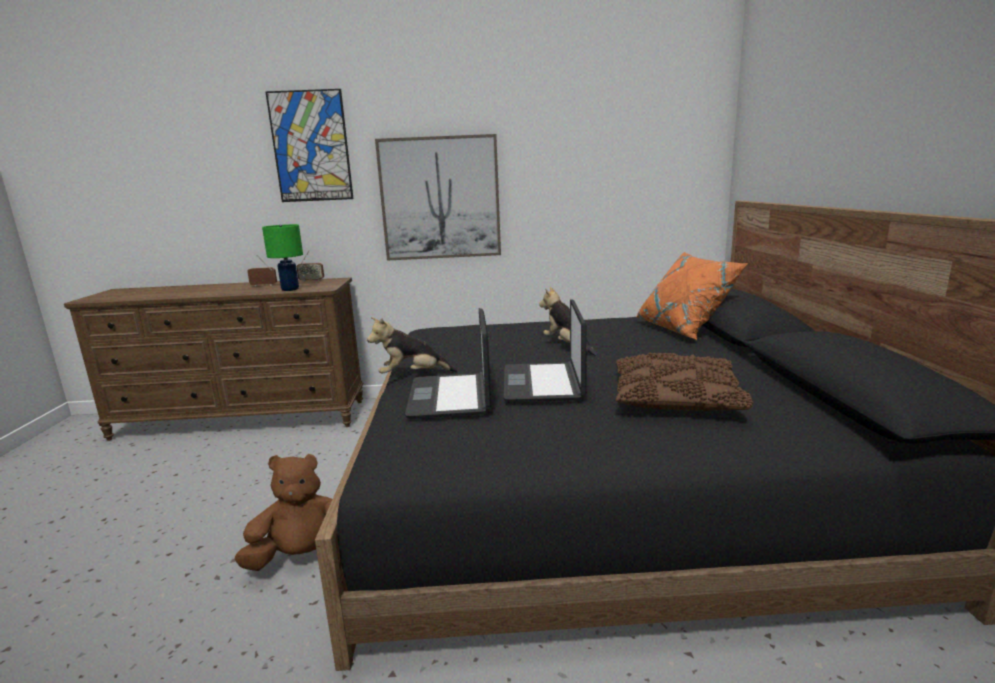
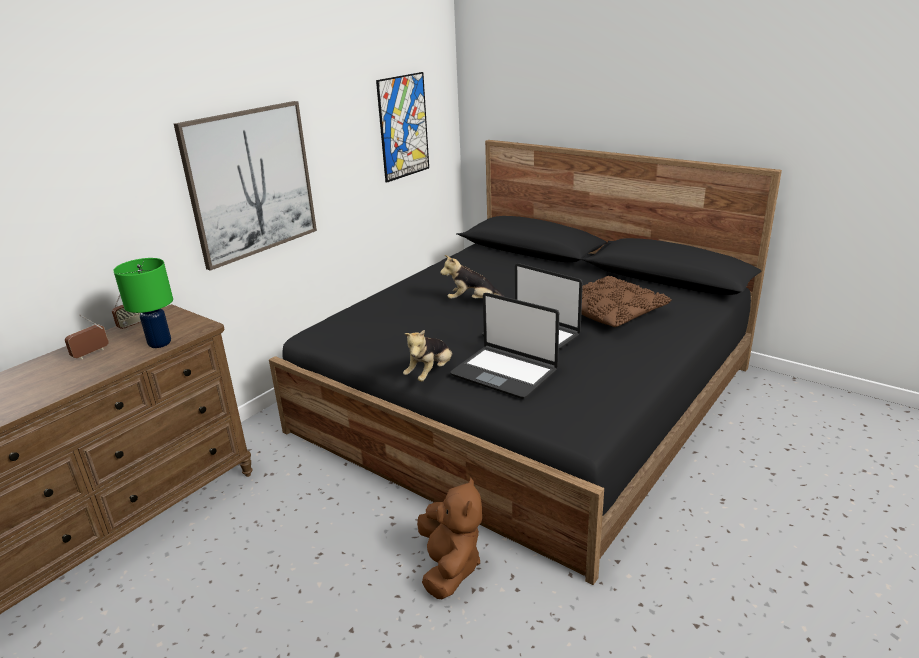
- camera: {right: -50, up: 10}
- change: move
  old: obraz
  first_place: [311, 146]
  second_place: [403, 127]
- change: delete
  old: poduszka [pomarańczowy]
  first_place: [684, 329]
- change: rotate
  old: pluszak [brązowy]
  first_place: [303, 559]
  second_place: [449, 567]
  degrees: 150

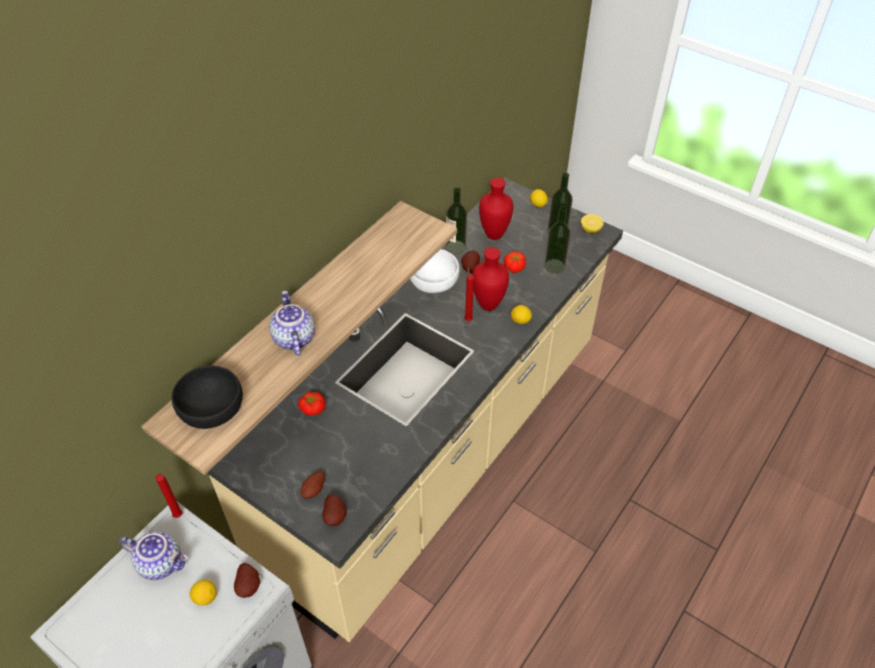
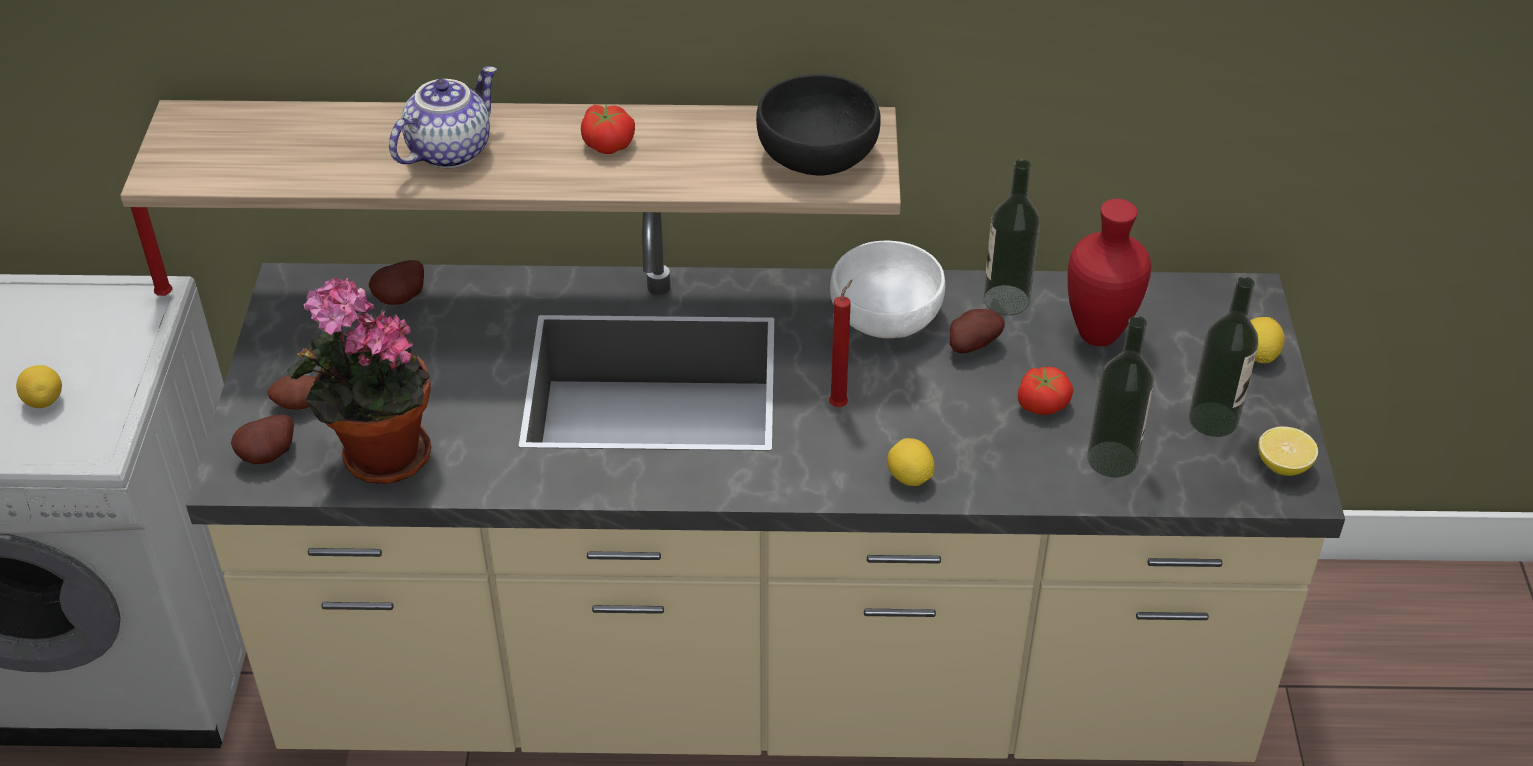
- camera: {right: 55, up: -5}
- change: delete
  old: wazon [czerwony]
  first_place: [489, 304]
- change: move
  old: miska [czarny]
  first_place: [211, 410]
  second_place: [815, 154]
- change: move
  old: pomidor
  first_place: [312, 408]
  second_place: [608, 143]
- change: delete
  old: imbryk
  first_place: [162, 562]
- change: move
  old: ziemniak
  first_place: [249, 586]
  second_place: [403, 299]
- change: insert
  new: roślina doniczkowa
  second_place: [378, 457]

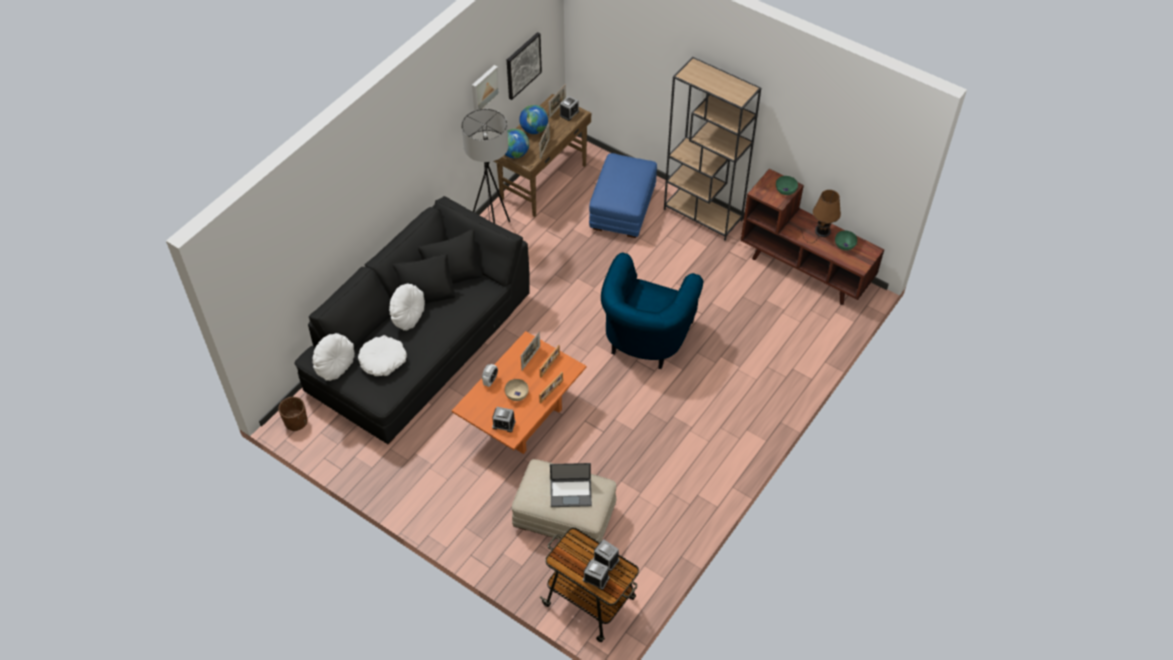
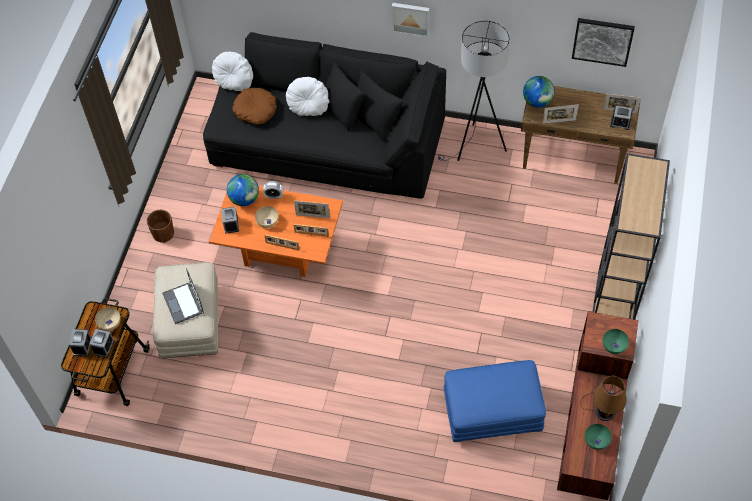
- camera: {right: 70, up: 5}
- change: move
  old: obraz
  first_place: [484, 88]
  second_place: [411, 18]
- change: move
  old: globus
  first_place: [534, 130]
  second_place: [244, 199]
- change: move
  old: pufa [niebieski]
  first_place: [622, 209]
  second_place: [492, 413]
- change: delete
  old: fotel [niebieski]
  first_place: [646, 338]
- change: recolor
  old: poduszka [biały]
  new: poduszka [brązowy]
  first_place: [382, 360]
  second_place: [256, 110]
- change: move
  old: donica [brązowy]
  first_place: [296, 422]
  second_place: [163, 234]
- change: insert
  new: miska [beżowy]
  second_place: [109, 323]

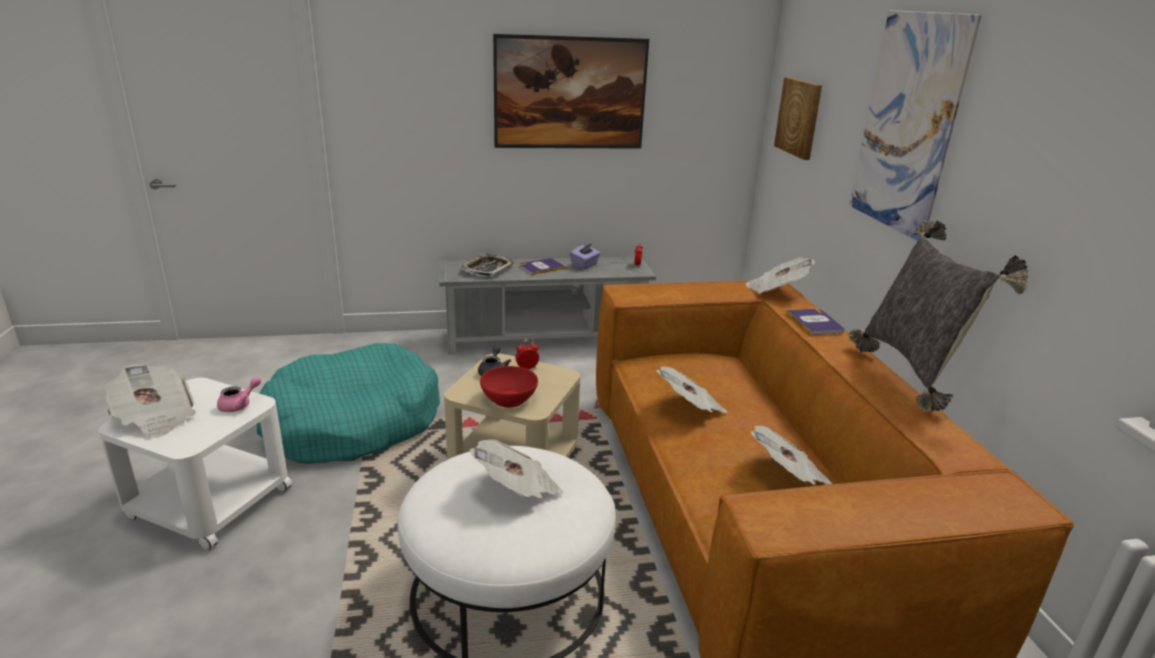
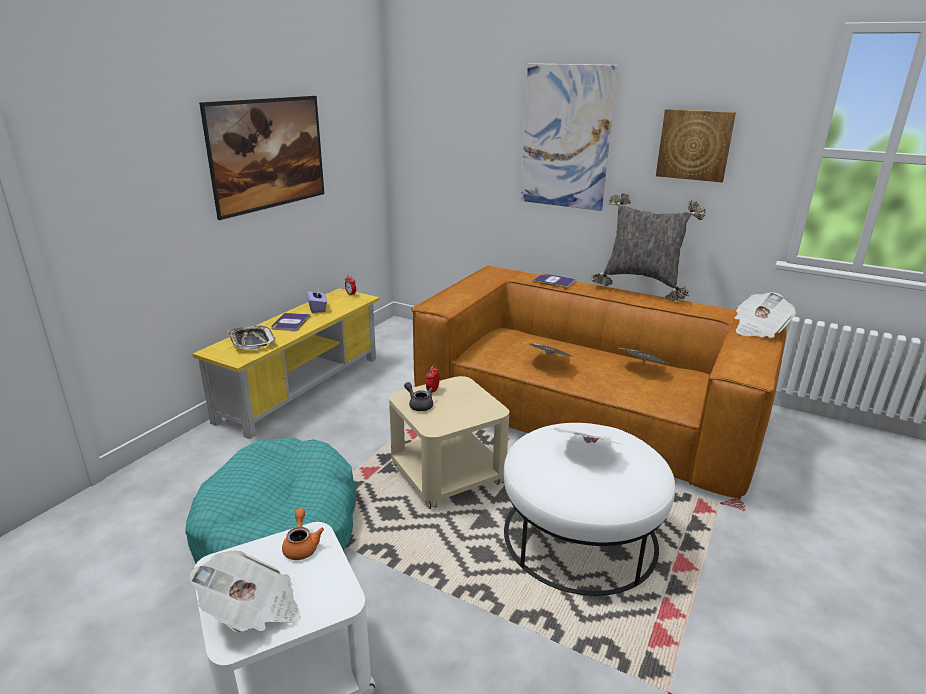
- camera: {right: -50, up: 0}
- change: move
  old: obraz
  first_place: [799, 117]
  second_place: [694, 145]
- change: recolor
  old: szafka pod telewizor [szary]
  new: szafka pod telewizor [żółty]
  first_place: [545, 339]
  second_place: [303, 388]
- change: move
  old: gazeta
  first_place: [776, 290]
  second_place: [758, 329]
- change: delete
  old: miska [czerwony]
  first_place: [508, 399]
- change: recolor
  old: imbryk [różowy]
  new: imbryk [pomarańczowy]
  first_place: [239, 405]
  second_place: [301, 545]

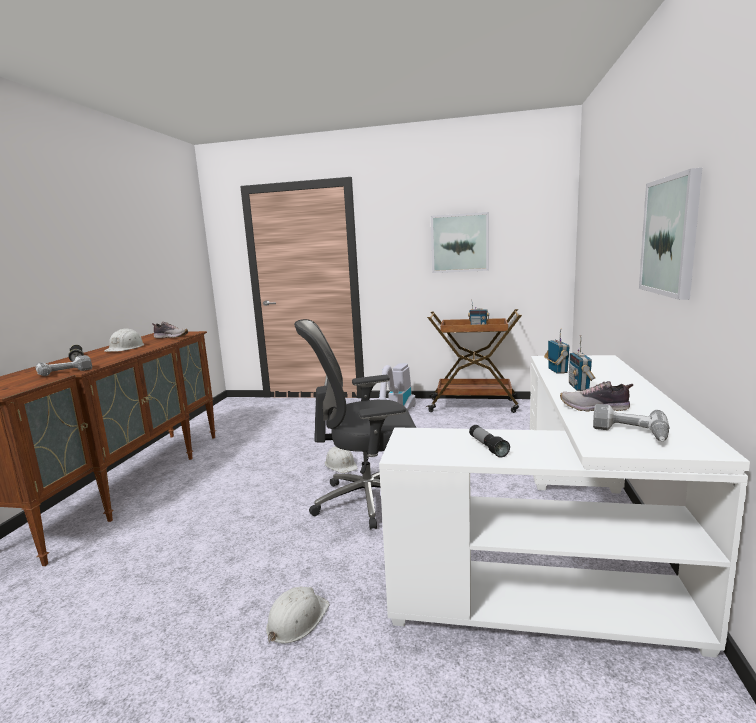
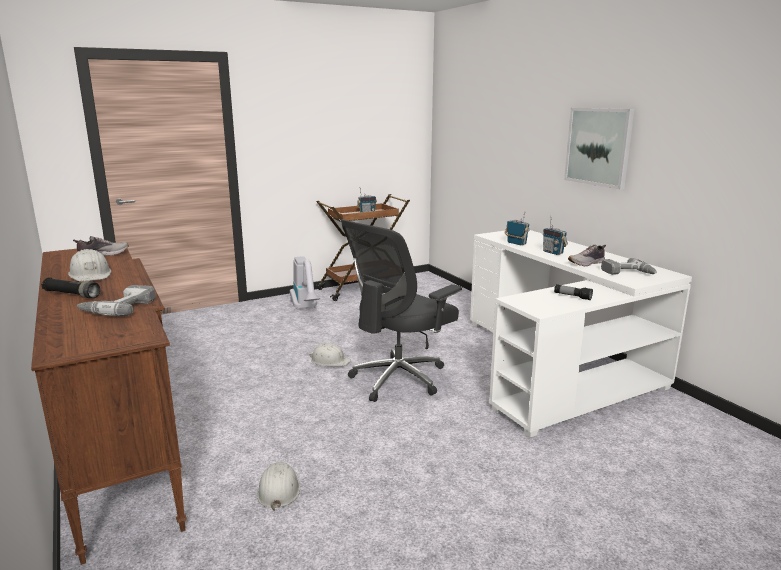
- camera: {right: -40, up: 5}
- change: delete
  old: obraz
  first_place: [459, 243]
- change: move
  old: kask [biały]
  first_place: [297, 619]
  second_place: [278, 490]

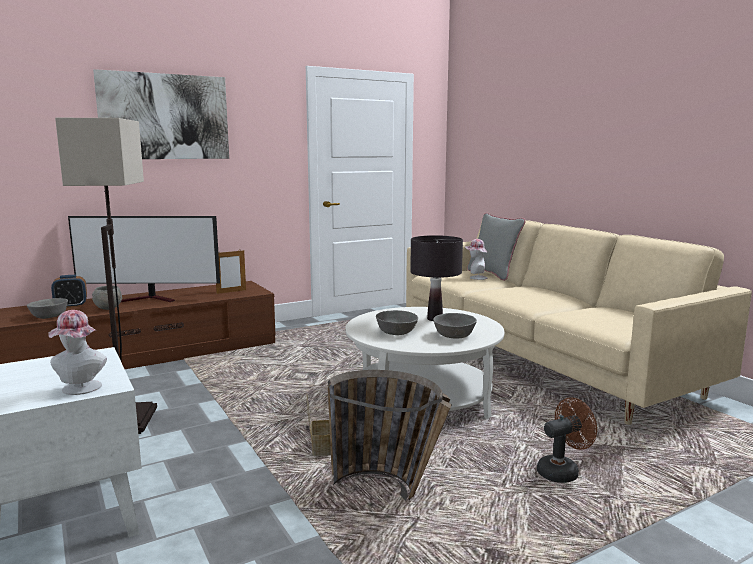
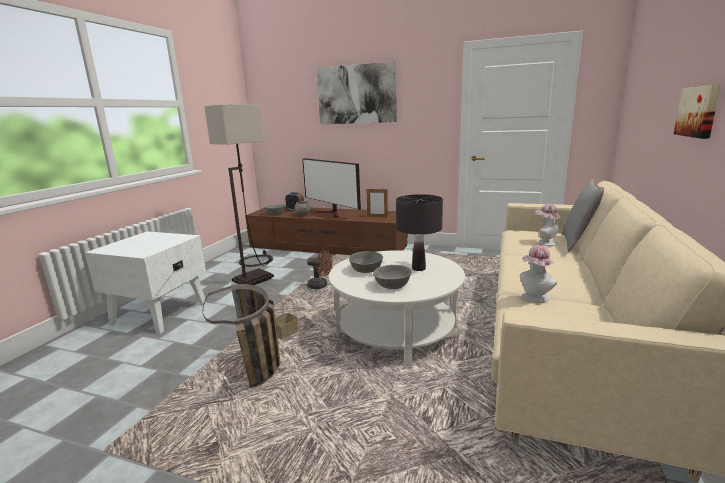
- camera: {right: 50, up: 5}
- change: move
  old: kapelusz
  first_place: [80, 389]
  second_place: [534, 298]
- change: move
  old: wentylator [brązowy]
  first_place: [562, 471]
  second_place: [320, 286]
- change: insert
  new: obraz
  second_place: [699, 111]

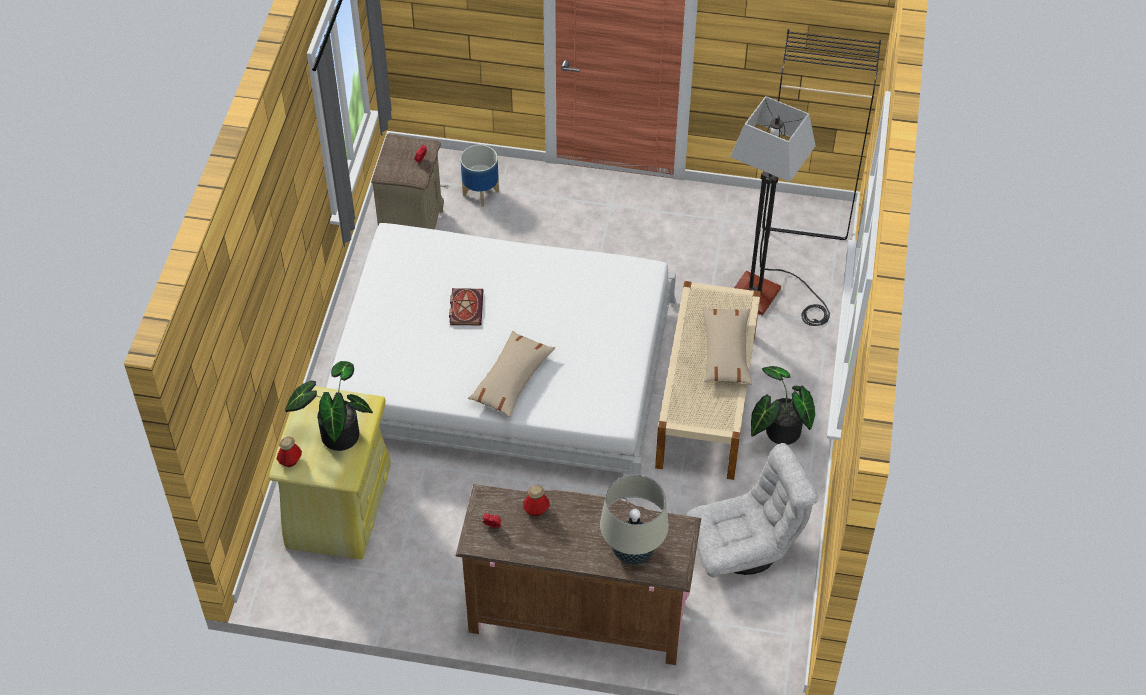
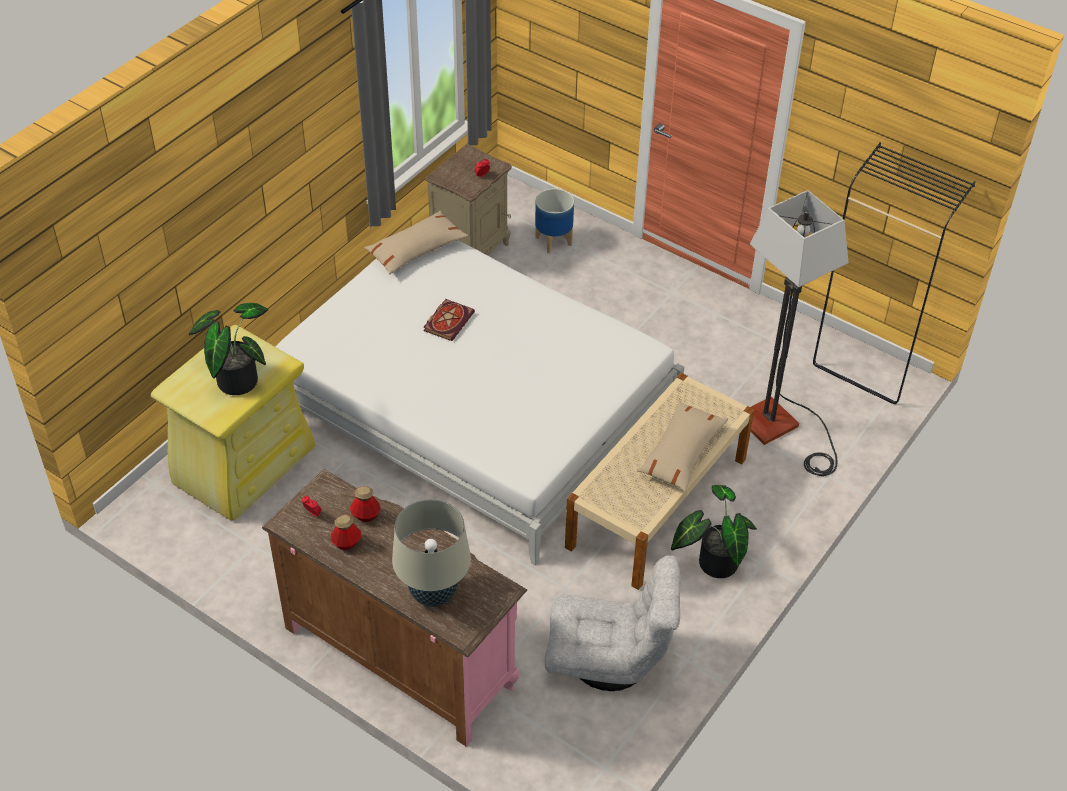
- camera: {right: 25, up: -5}
- change: move
  old: poduszka [beżowy]
  first_place: [511, 380]
  second_place: [416, 250]
- change: move
  old: butelka
  first_place: [290, 460]
  second_place: [346, 543]

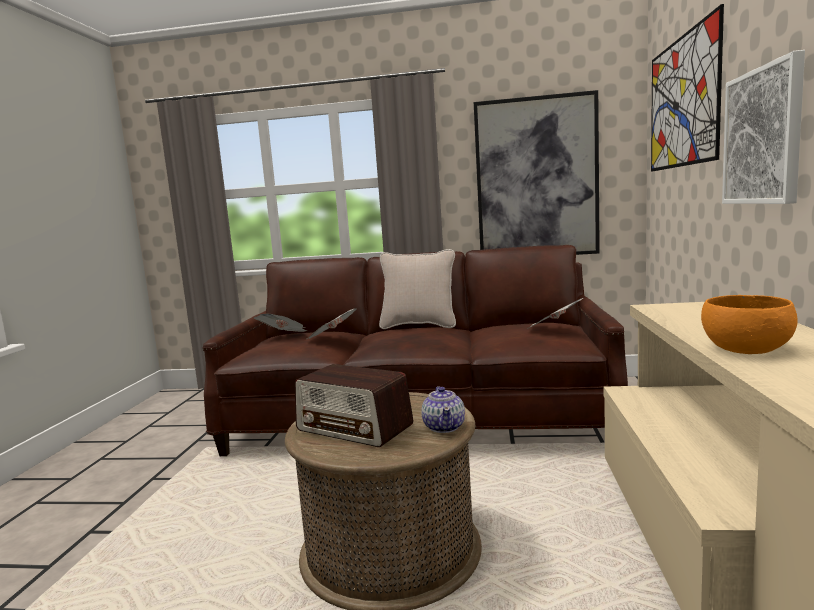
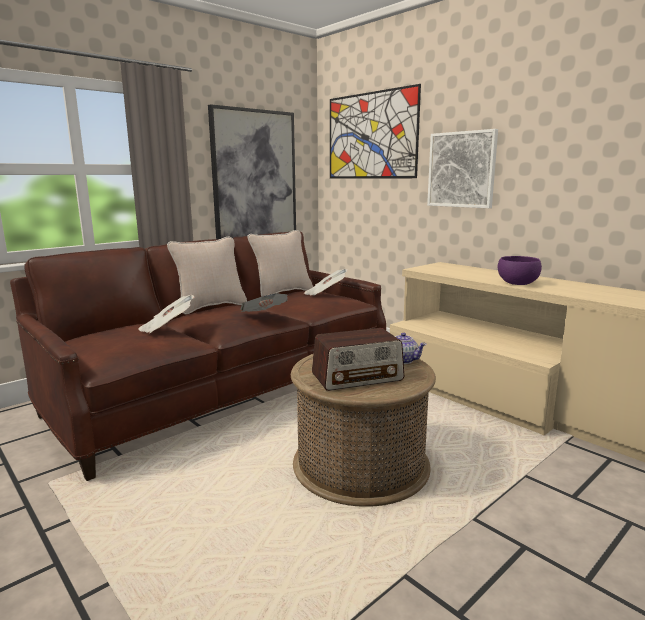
- camera: {right: -50, up: 5}
- change: recolor
  old: miska [pomarańczowy]
  new: miska [fioletowy]
  first_place: [746, 349]
  second_place: [517, 283]
- change: move
  old: gazeta
  first_place: [284, 337]
  second_place: [264, 316]
- change: insert
  new: poduszka [beżowy]
  second_place: [282, 292]

